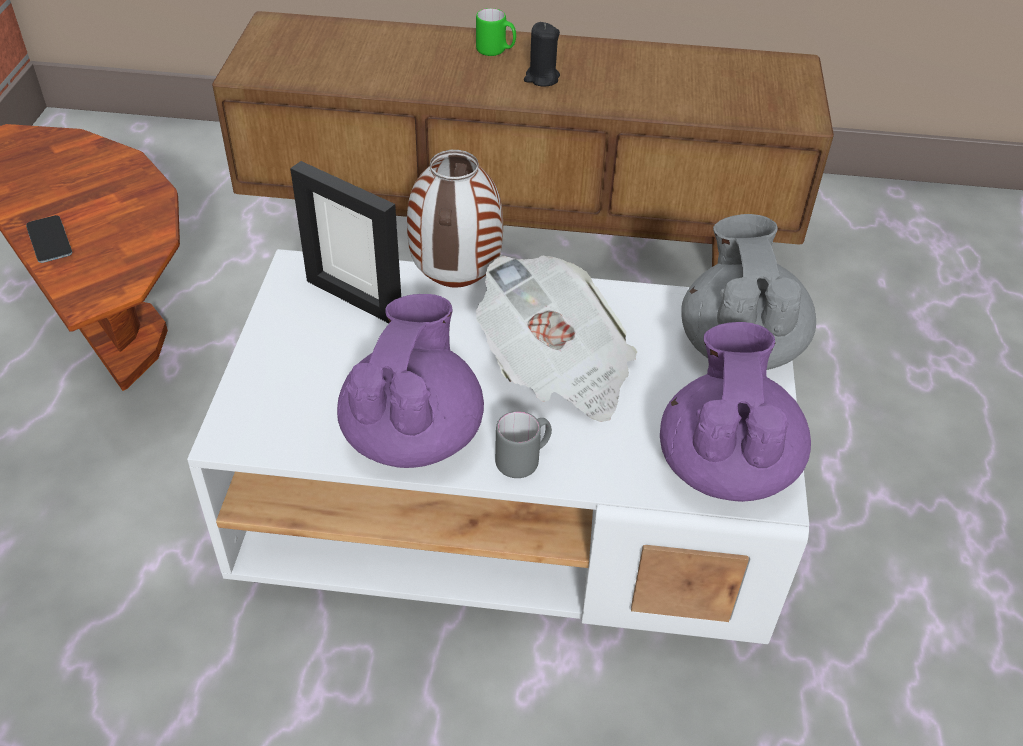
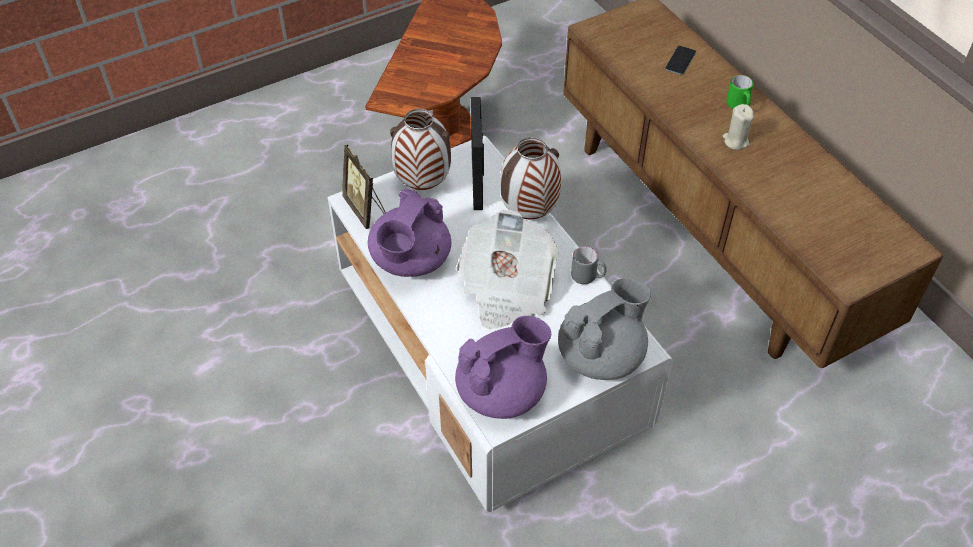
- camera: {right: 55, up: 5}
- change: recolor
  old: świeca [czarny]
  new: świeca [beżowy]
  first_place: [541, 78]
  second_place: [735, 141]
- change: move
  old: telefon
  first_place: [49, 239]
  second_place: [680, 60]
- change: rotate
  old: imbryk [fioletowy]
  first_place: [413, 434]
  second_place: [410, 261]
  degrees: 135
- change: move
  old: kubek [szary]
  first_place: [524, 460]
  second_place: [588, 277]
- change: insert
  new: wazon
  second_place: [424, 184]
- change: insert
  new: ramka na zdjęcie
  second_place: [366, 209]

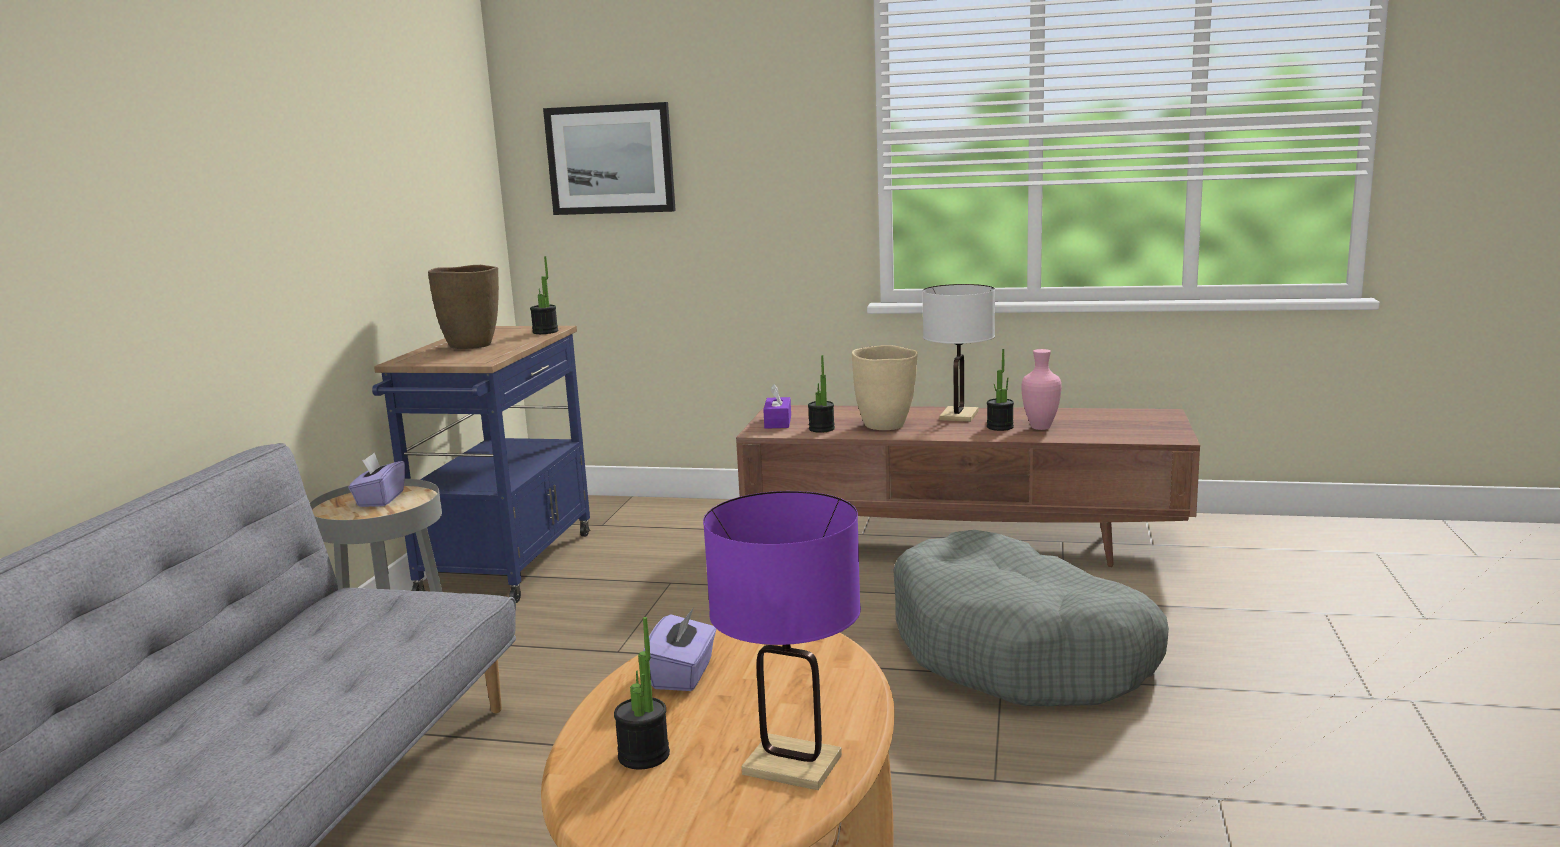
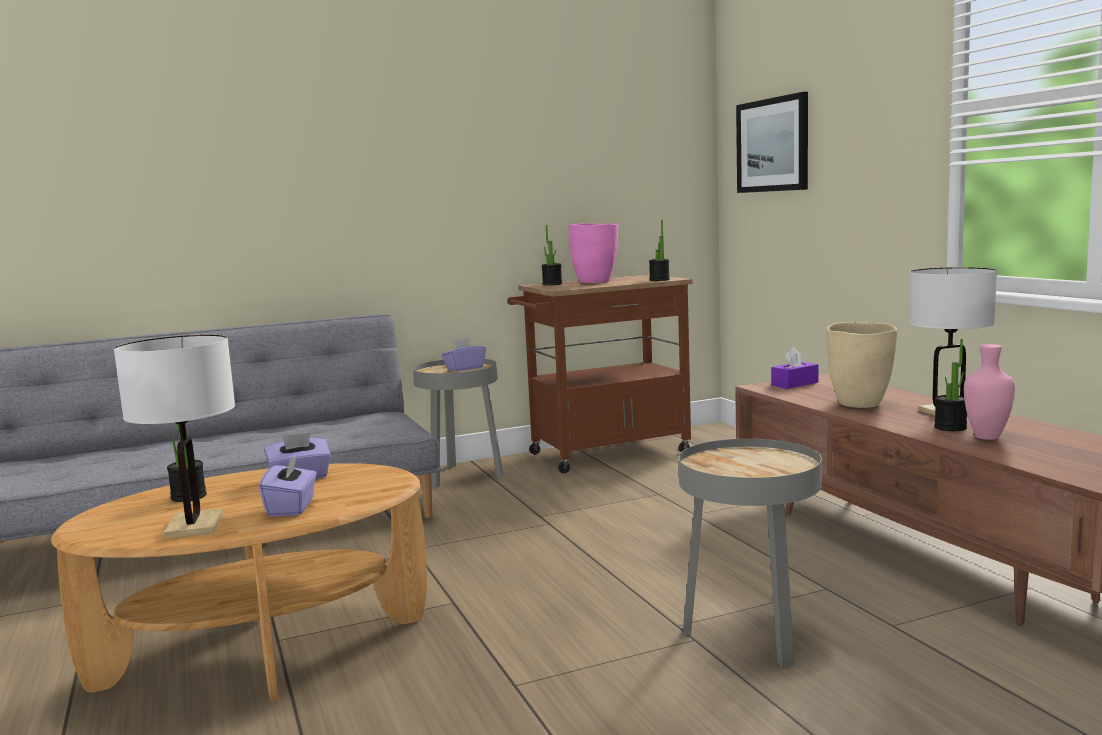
- camera: {right: 55, up: -5}
- change: recolor
  old: wazon [brązowy]
  new: wazon [różowy]
  first_place: [471, 345]
  second_place: [595, 282]
- change: recolor
  old: wózek [niebieski]
  new: wózek [brązowy]
  first_place: [504, 567]
  second_place: [604, 454]
- change: move
  old: roślina doniczkowa
  first_place: [821, 429]
  second_place: [552, 284]
- change: recolor
  old: lampa stołowa [fioletowy]
  new: lampa stołowa [biały]
  first_place: [791, 765]
  second_place: [194, 526]
- change: replace
  old: legowisko [szary]
  new: stolik [szary]
  first_place: [1020, 652]
  second_place: [750, 635]
- change: insert
  new: pudełko chusteczek [fioletowy]
  second_place: [292, 507]

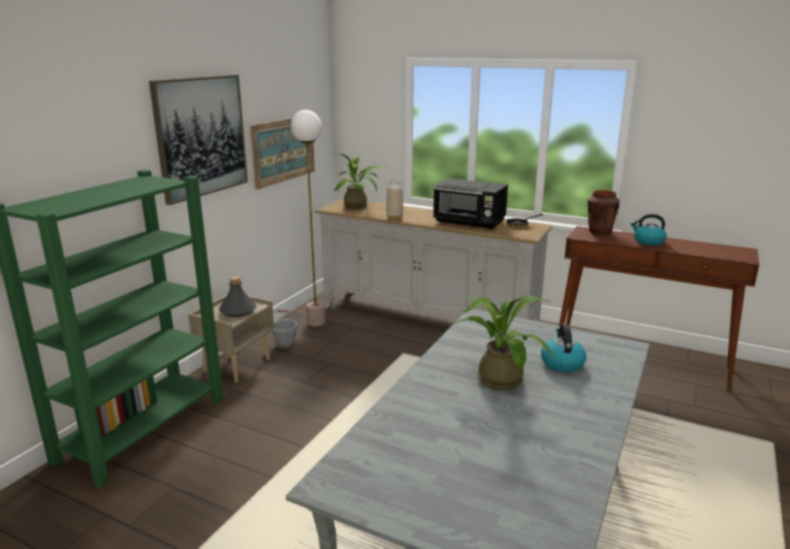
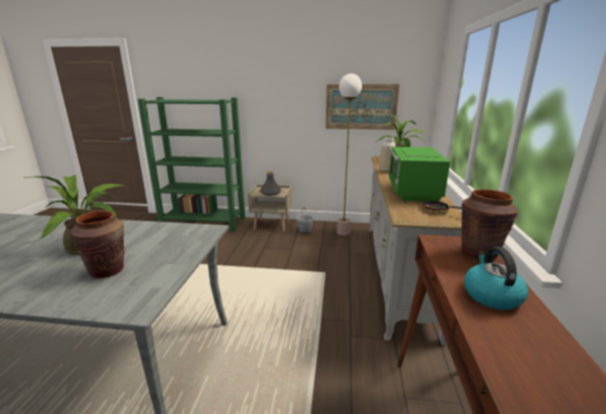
- camera: {right: 70, up: 0}
- change: delete
  old: obraz
  first_place: [201, 136]
- change: recolor
  old: mikrofalówka [czarny]
  new: mikrofalówka [zielony]
  first_place: [470, 222]
  second_place: [412, 192]
- change: replace
  old: czajnik
  new: wazon [brązowy]
  first_place: [561, 363]
  second_place: [107, 270]

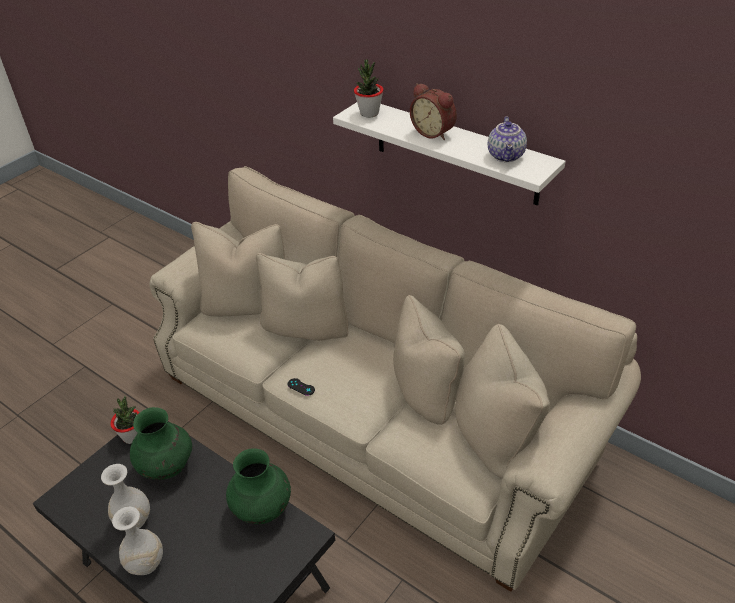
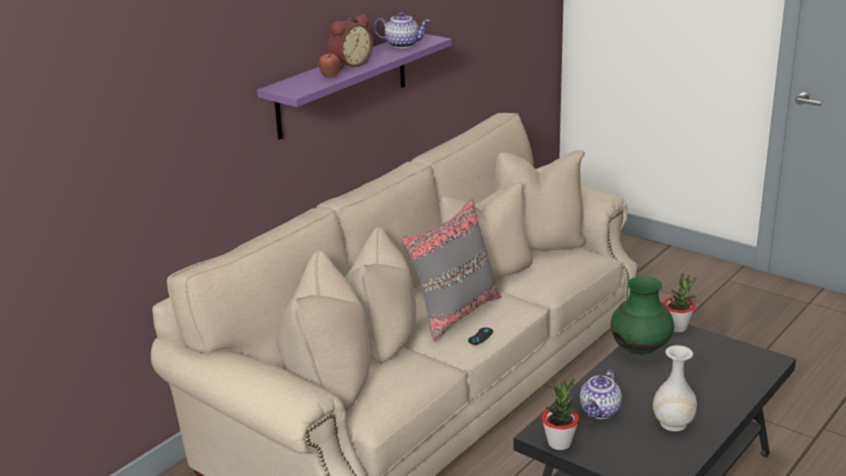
- camera: {right: -90, up: -15}
- change: move
  old: roślina doniczkowa
  first_place: [369, 113]
  second_place: [677, 327]
- change: recolor
  old: półka [biały]
  new: półka [fioletowy]
  first_place: [455, 151]
  second_place: [342, 85]
- change: replace
  old: wazon [zielony]
  new: imbryk
  first_place: [167, 467]
  second_place: [600, 411]
- change: delete
  old: wazon [biały]
  first_place: [146, 564]
- change: insert
  new: jabłko
  second_place: [330, 76]
- change: insert
  new: poduszka [szary]
  second_place: [455, 313]

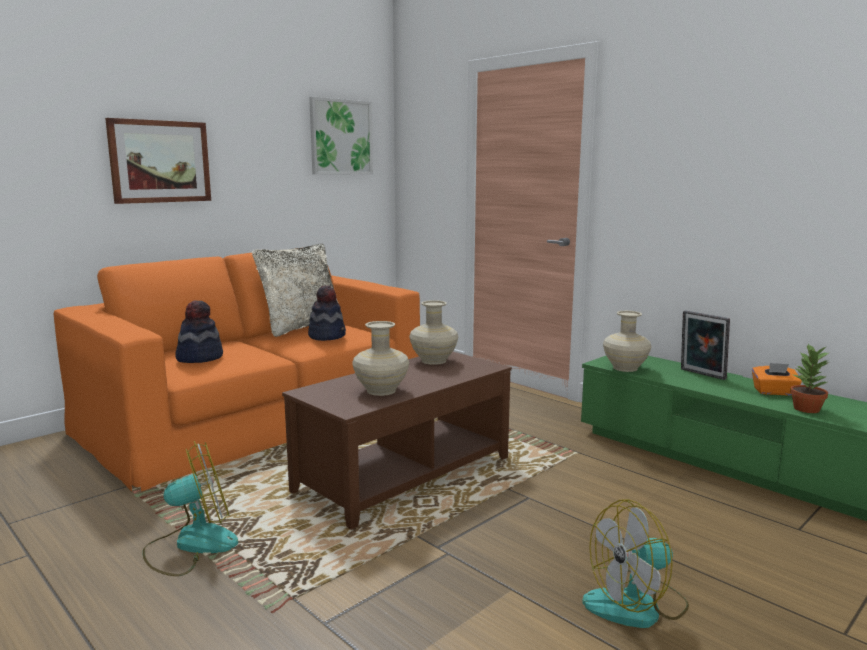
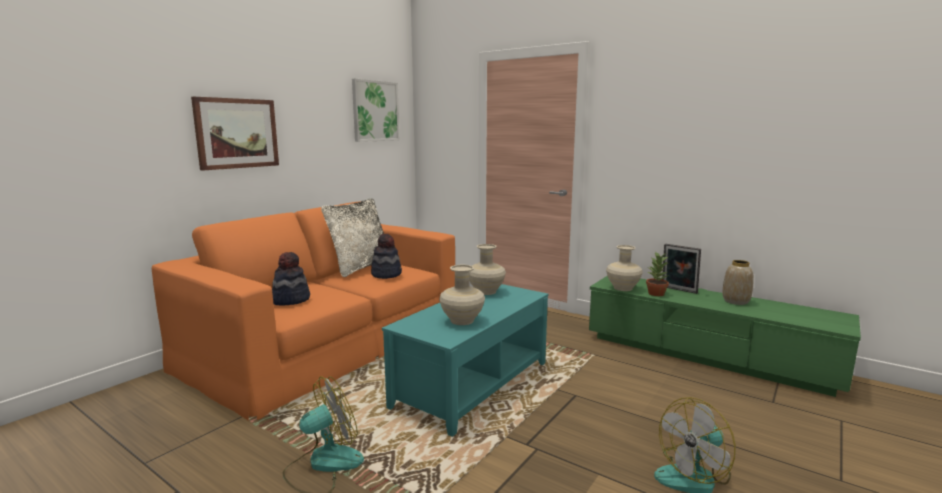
- camera: {right: -10, up: 0}
- change: move
  old: roślina doniczkowa
  first_place: [806, 409]
  second_place: [656, 294]
- change: recolor
  old: ława [brązowy]
  new: ława [turkusowy]
  first_place: [404, 474]
  second_place: [472, 384]
- change: replace
  old: pudełko chusteczek [pomarańczowy]
  new: wazon
  first_place: [774, 392]
  second_place: [736, 301]

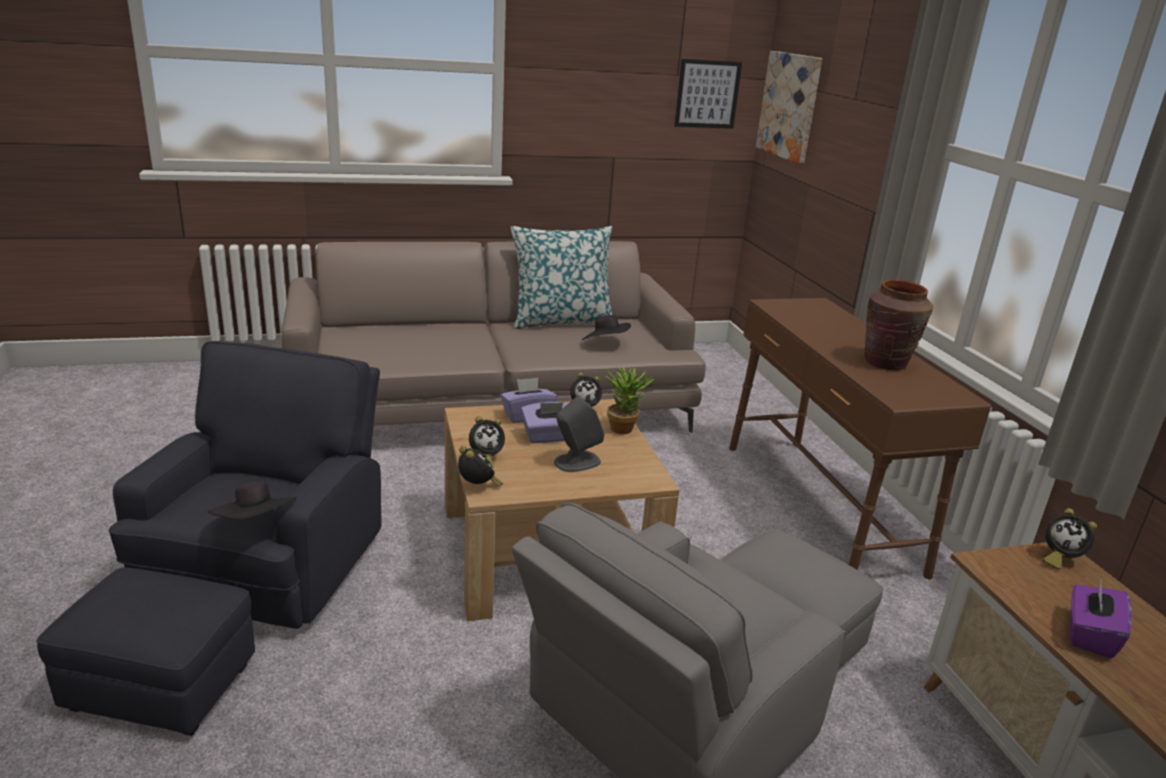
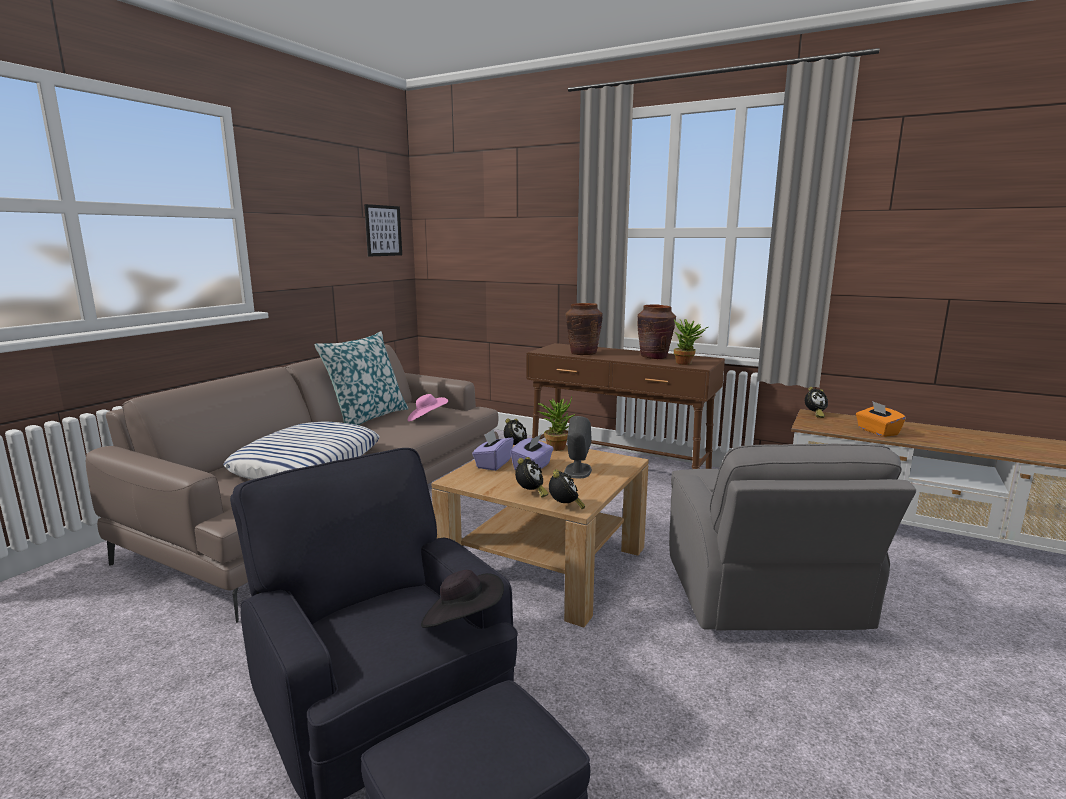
- camera: {right: -45, up: -10}
- change: delete
  old: obraz
  first_place: [790, 106]
- change: recolor
  old: kapelusz [czarny]
  new: kapelusz [różowy]
  first_place: [605, 344]
  second_place: [427, 419]
- change: rotate
  old: budzik
  first_place: [478, 487]
  second_place: [565, 507]
  degrees: 75
- change: recolor
  old: pudełko chusteczek [fioletowy]
  new: pudełko chusteczek [pomarańczowy]
  first_place: [1089, 635]
  second_place: [877, 432]
- change: insert
  new: wazon [brązowy]
  second_place: [583, 353]
- change: insert
  new: roślina doniczkowa
  second_place: [687, 363]
- change: insert
  new: poduszka
  second_place: [307, 462]

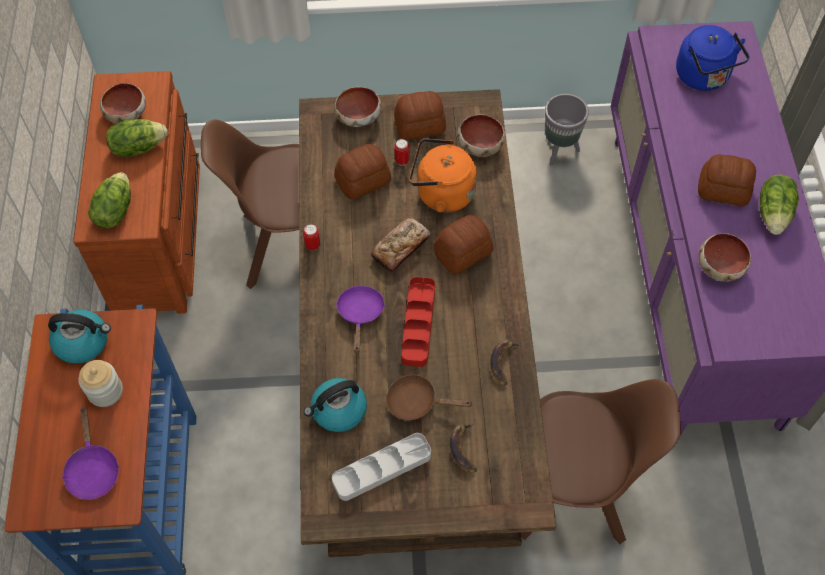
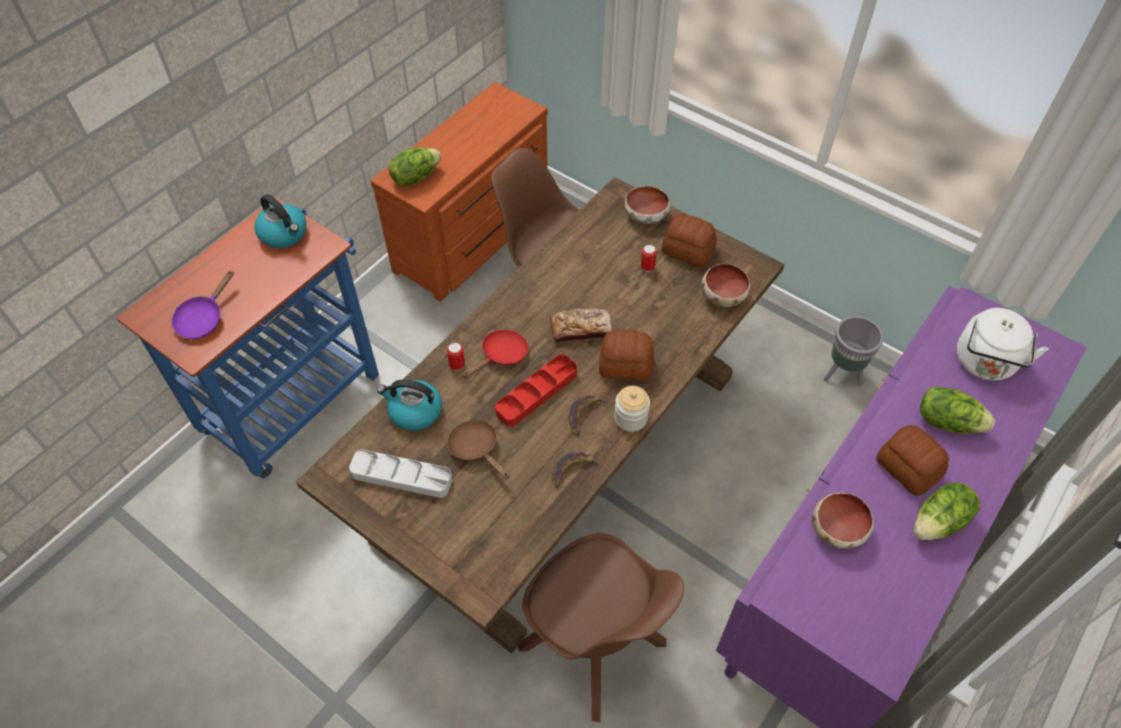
- camera: {right: 40, up: -5}
- change: recolor
  old: czajnik [niebieski]
  new: czajnik [biały]
  first_place: [704, 77]
  second_place: [985, 364]
- change: delete
  old: miska
  first_place: [126, 113]
- change: move
  old: sałata
  first_place: [138, 147]
  second_place: [947, 421]
- change: delete
  old: czajnik [pomarańczowy]
  first_place: [441, 193]
- change: delete
  old: chleb
  first_place: [364, 181]
- change: move
  old: puszka
  first_place: [313, 245]
  second_place: [457, 365]
- change: recolor
  old: patelnia [fioletowy]
  new: patelnia [czerwony]
  first_place: [360, 314]
  second_place: [501, 356]
- change: move
  old: słoik
  first_place: [105, 391]
  second_place: [630, 418]
- change: move
  old: banan
  first_place: [463, 449]
  second_place: [584, 414]

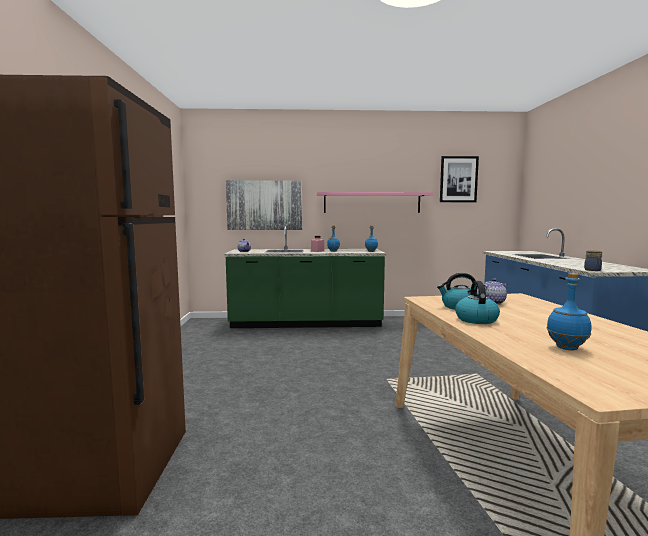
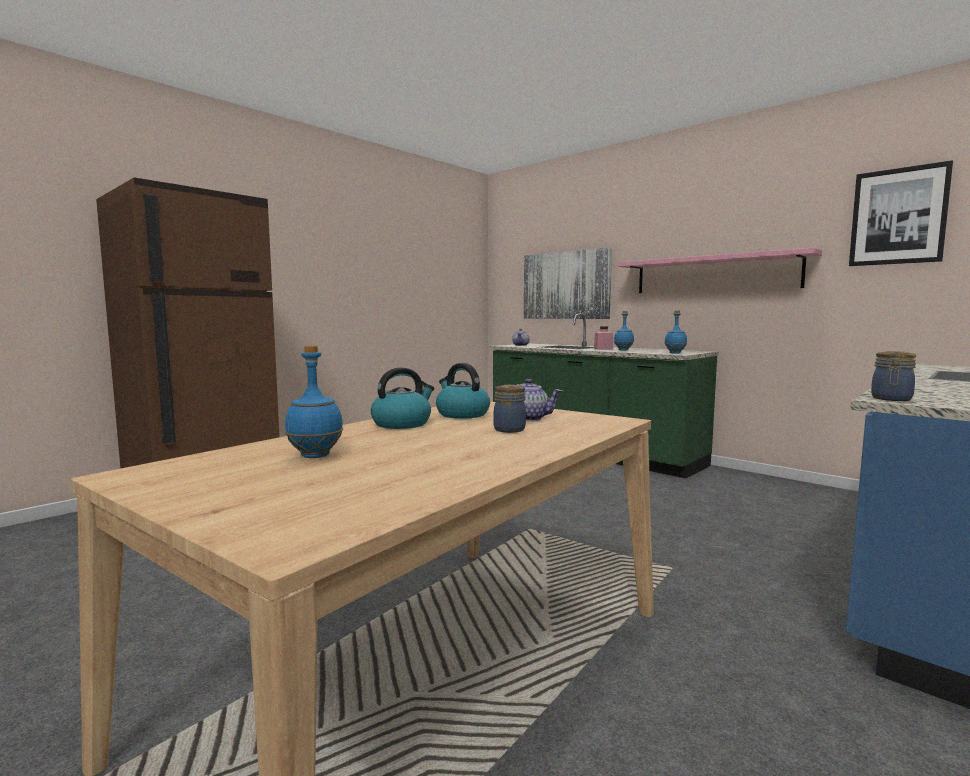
- camera: {right: 45, up: 0}
- change: insert
  new: słoik
  second_place: [510, 429]

